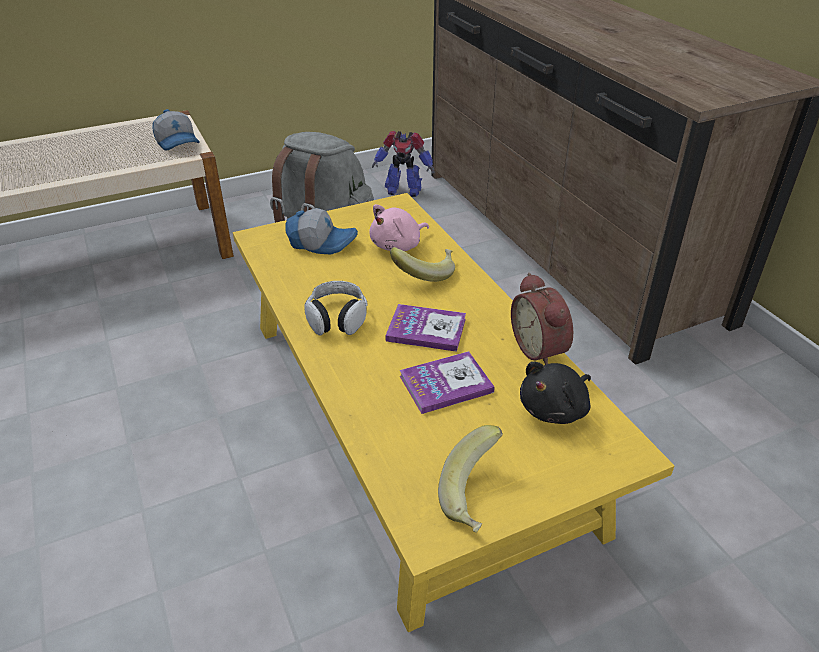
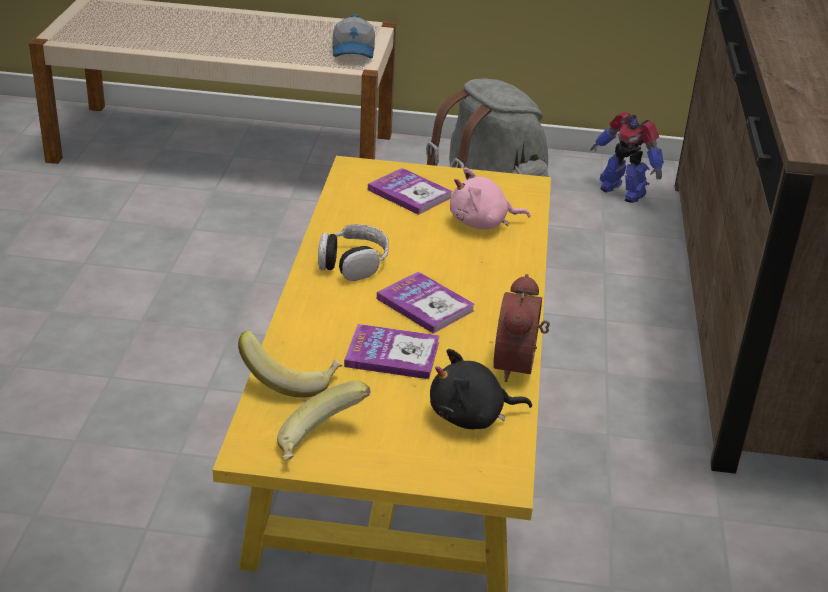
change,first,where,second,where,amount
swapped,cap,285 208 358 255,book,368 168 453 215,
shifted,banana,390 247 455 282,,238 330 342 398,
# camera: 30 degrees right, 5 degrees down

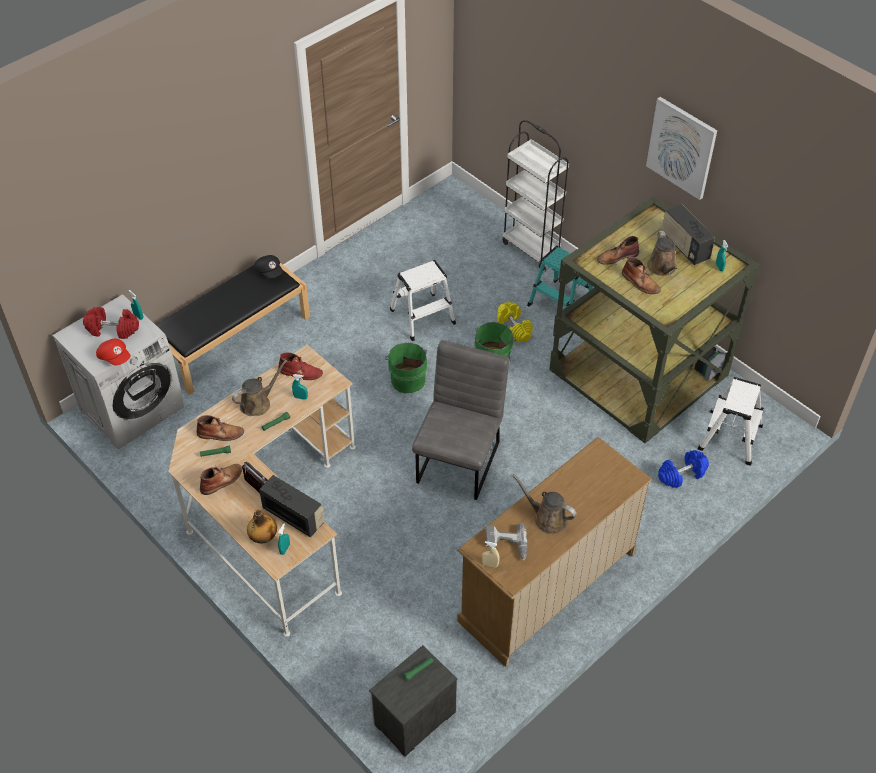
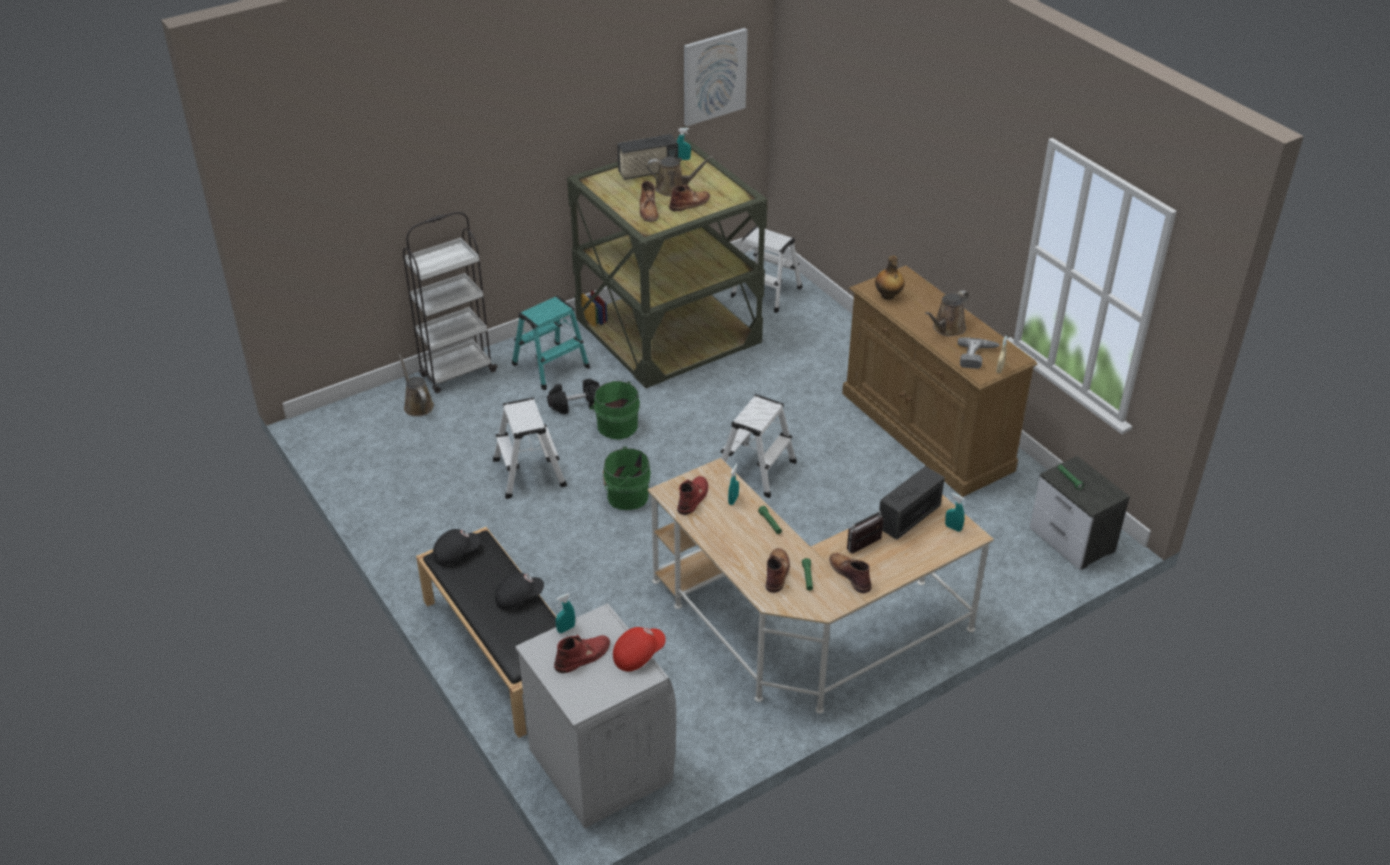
change,first,where,second,where,amount
shifted,picture,646 97 717 200,,684 28 748 126,
repainted,yellow dumbbell,497 302 533 342,black dumbbell,547 378 600 414,
swapped,red dumbbell,83 307 139 339,red boot,554 634 610 673,
swapped,grey chair,412 340 509 500,white step ladder,720 394 797 498,
shifted,brown watering can,232 360 287 416,,399 354 434 417,
gone,blue dumbbell,658 450 709 488,,,
shifted,bottle,247 509 277 543,,875 256 905 300,
new,,,black cap,495 573 544 610,
# camera: 80 degrees left, 10 degrees down

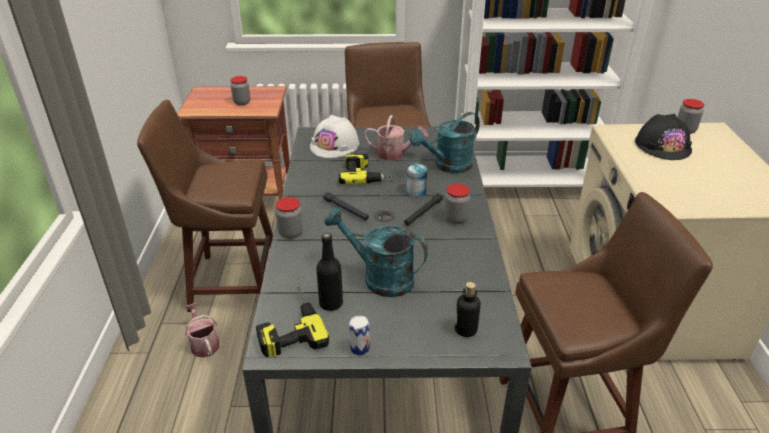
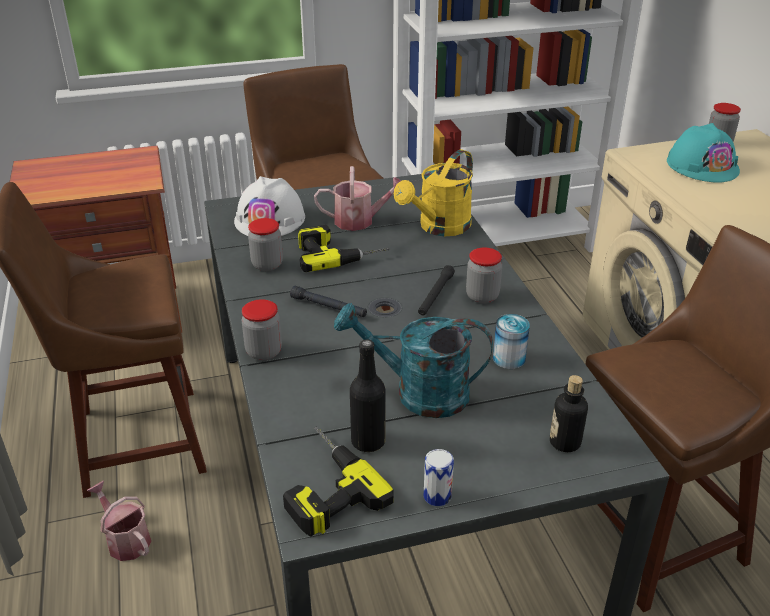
change,first,where,second,where,amount
shifted,jar,230 76 250 105,,248 218 283 271,
repainted,turquoise watering can,410 112 480 173,yellow watering can,394 149 473 236,
repainted,black hard hat,635 114 692 160,turquoise hard hat,667 123 740 183,
shifted,can,406 164 427 197,,493 314 530 369,
# camera: 15 degrees left, 0 degrees up

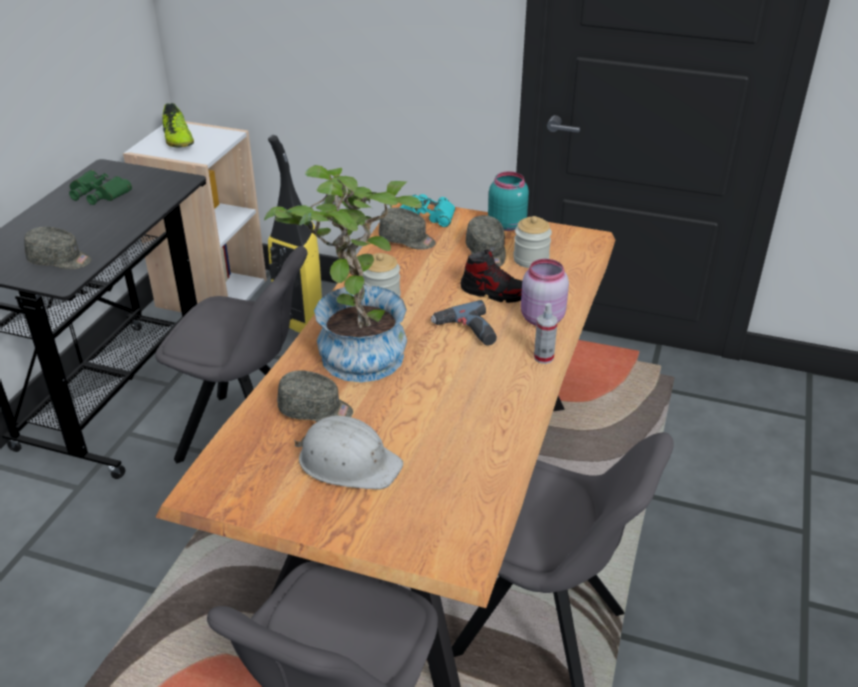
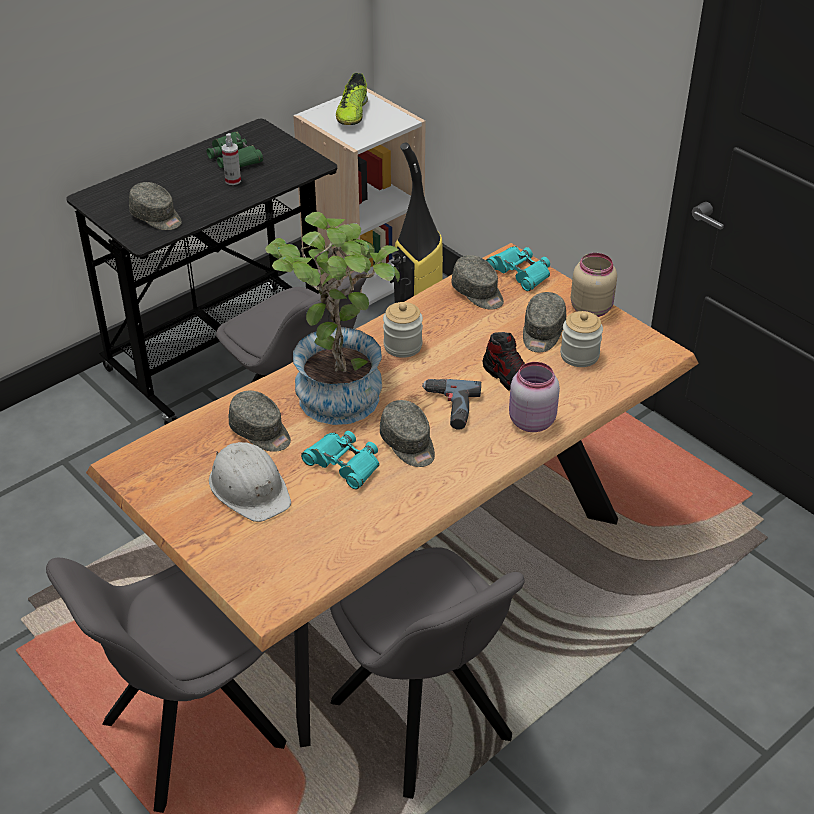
change,first,where,second,where,amount
repainted,turquoise jar,488 171 529 231,beige jar,571 253 617 317,
shifted,spray bottle,534 303 558 364,,222 133 241 185,
new,,,grey cap,380 400 435 467,
new,,,turquoise binoculars,301 431 379 490,
# camera: 30 degrees right, 5 degrees up

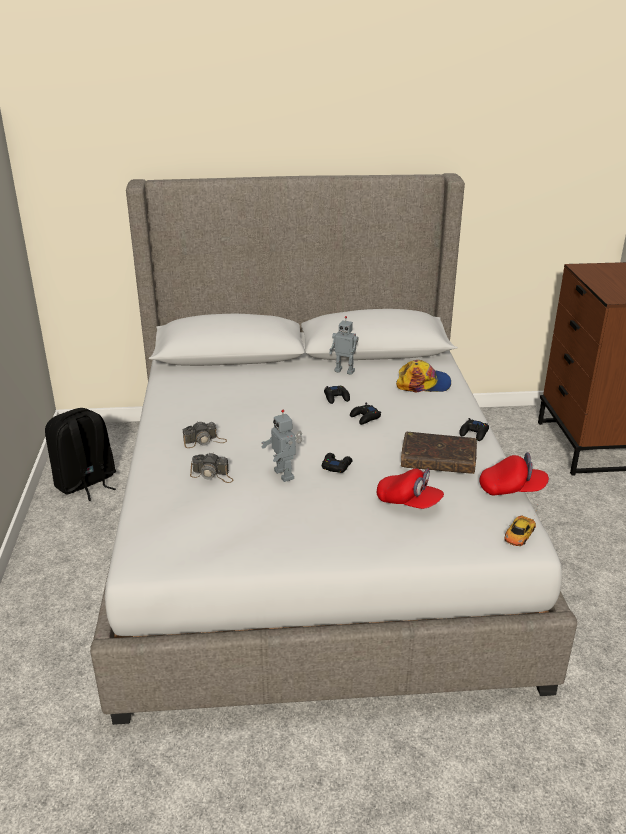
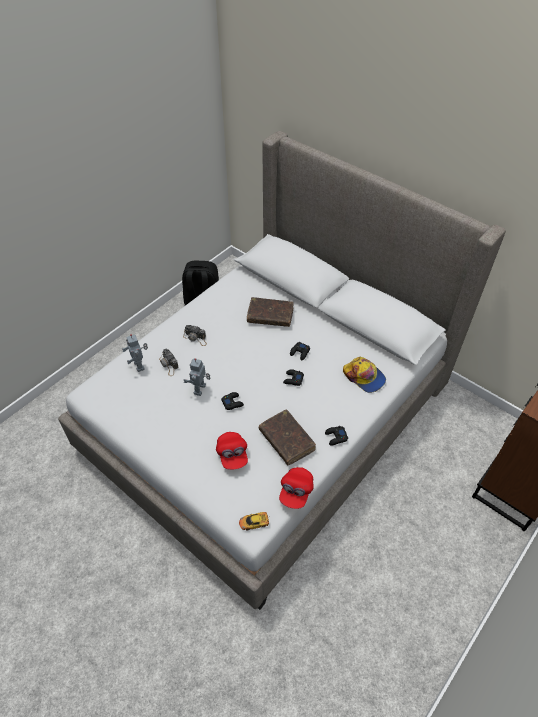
change,first,where,second,where,amount
shifted,toy robot,329 316 359 375,,122 334 148 372,
rotated,red cap,479 452 549 496,,279 467 314 509,60 degrees clockwise
new,,,brown book,247 297 294 327,
# camera: 45 degrees right, 20 degrees up

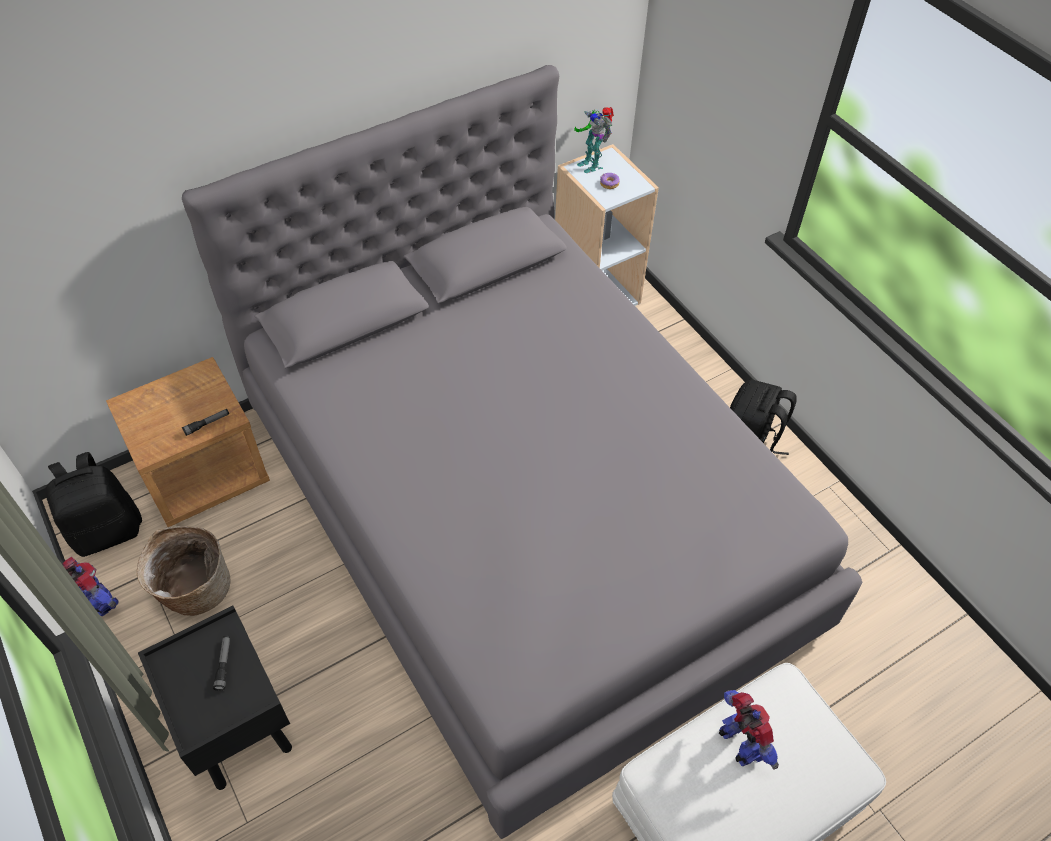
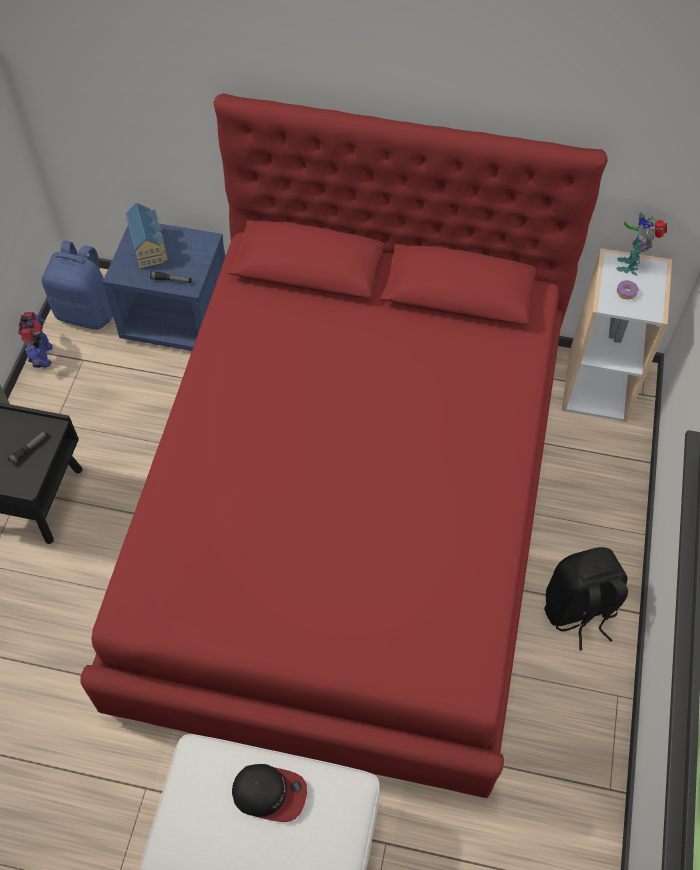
change,first,where,second,where,amount
repainted,grey bed,182 65 862 839,red bed,80 93 607 798,
repainted,brown nightstand,106 357 270 527,blue nightstand,103 224 225 351,
repainted,black backpack,45 452 142 557,blue backpack,41 240 113 330,
gone,basket,137 526 231 616,,,
swapped,toy robot,719 690 779 770,cap,232 764 307 822,
new,,,toy house,126 203 168 270,
# camera: 45 degrees right, 5 degrees up

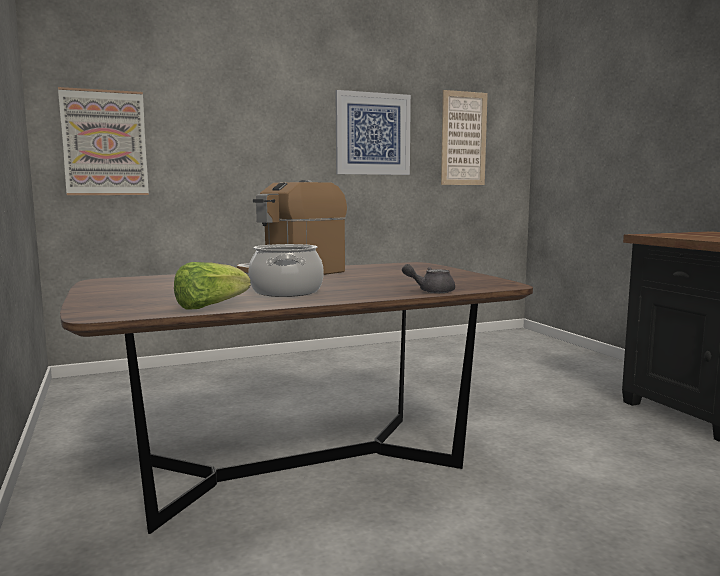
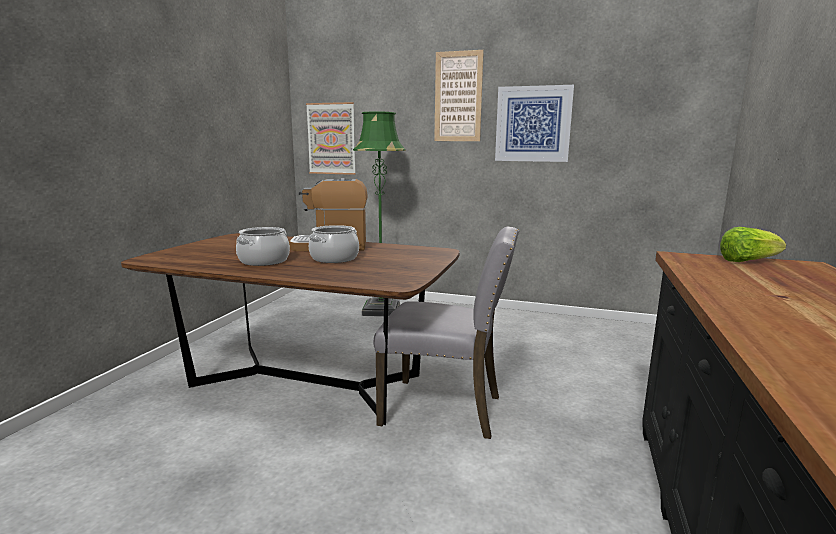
change,first,where,second,where,amount
shifted,picture,441 90 488 185,,434 50 484 141,
shifted,lettuce,174 262 251 309,,720 227 786 262,
gone,grey teapot,402 264 455 293,,,
new,,,green floor lamp,353 111 406 316,
new,,,cooking pot,309 225 359 263,
new,,,grey chair,373 227 519 439,
# camera: 40 degrees right, 5 degrees up

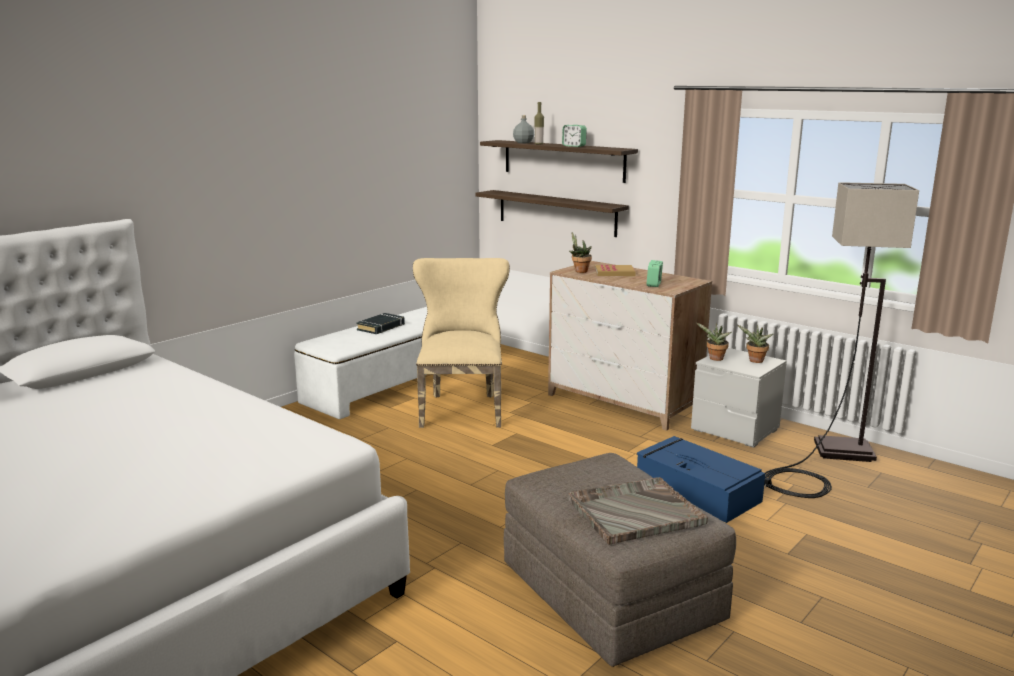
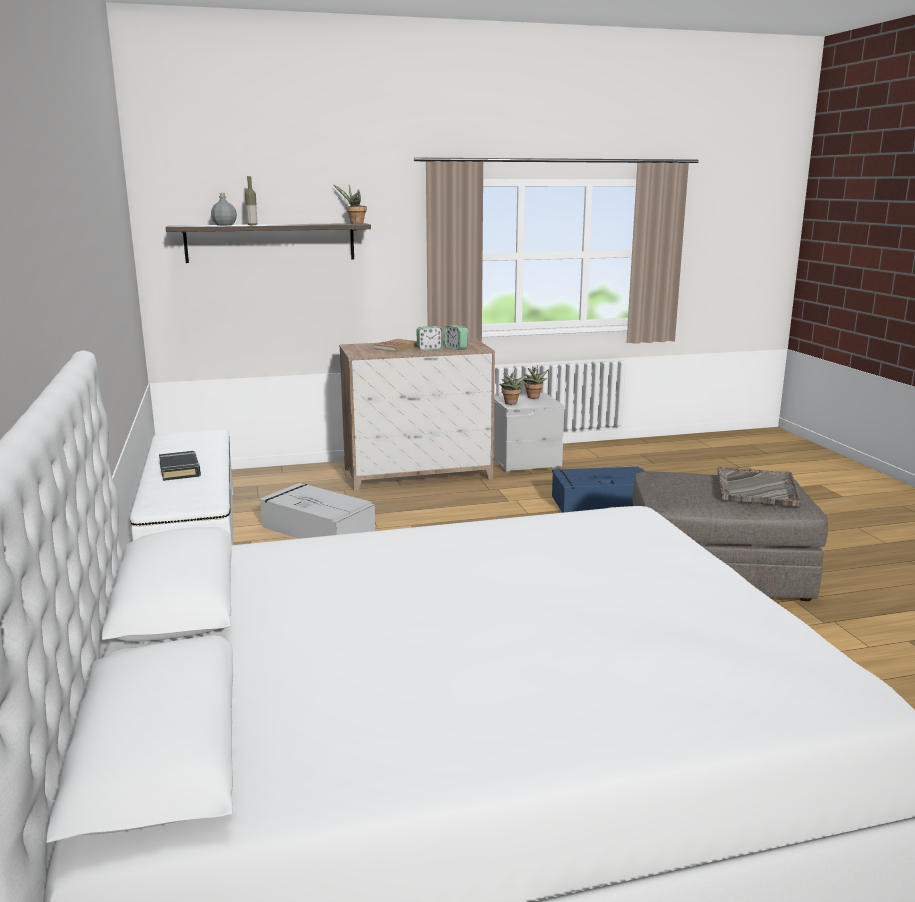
change,first,where,second,where,amount
shifted,alarm clock,562 125 587 147,,416 326 443 350,
gone,floor lamp,764 182 919 498,,,
gone,shelf,475 190 629 237,,,
shifted,potted plant,569 232 592 273,,334 185 367 224,
swapped,beige chair,413 258 510 428,grey storage box,259 483 375 539,
# camera: 55 degrees left, 0 degrees up

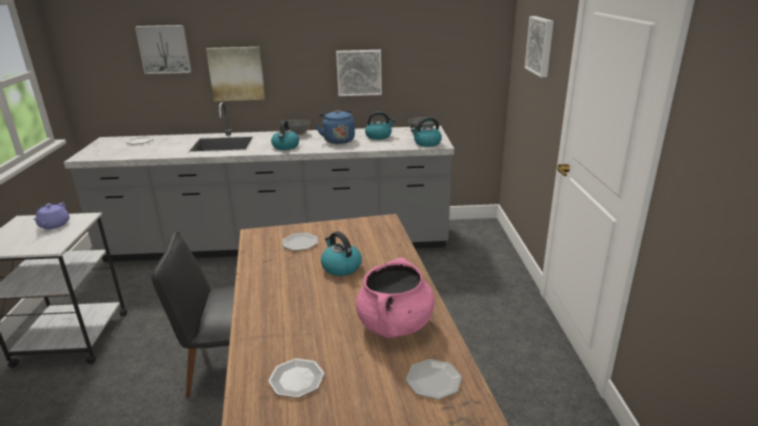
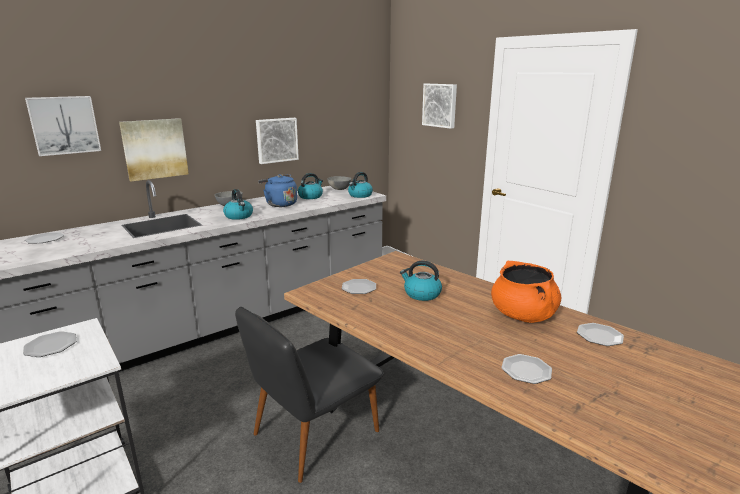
change,first,where,second,where,amount
swapped,purple teapot,33 202 70 229,plate,23 331 76 357,
repainted,pink cooking pot,356 257 435 338,orange cooking pot,491 261 561 323,
# camera: 35 degrees left, 5 degrees down

